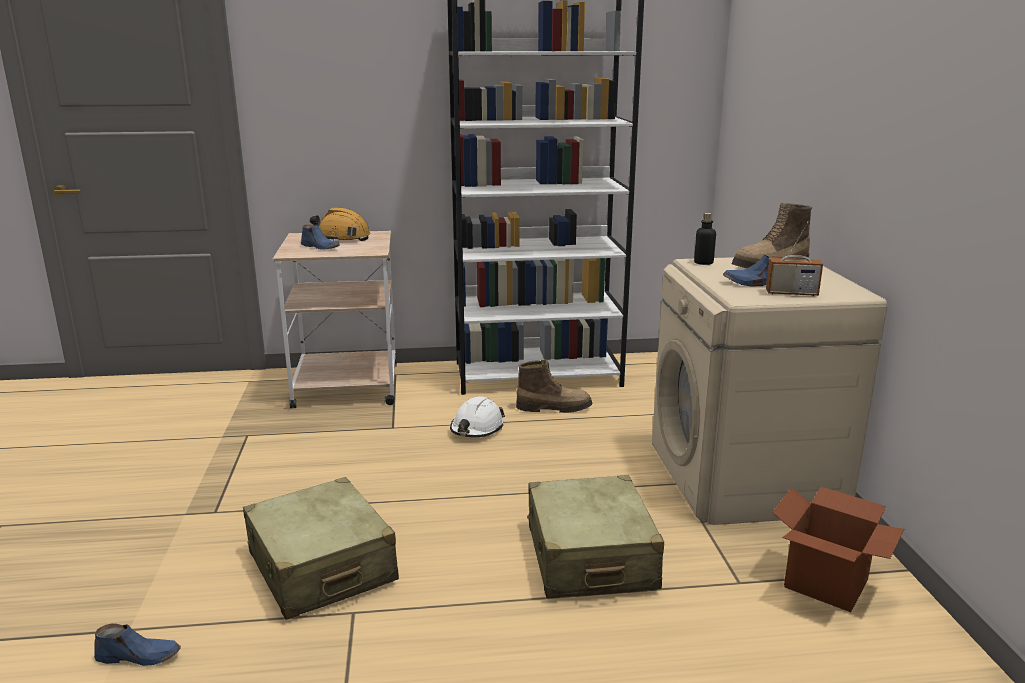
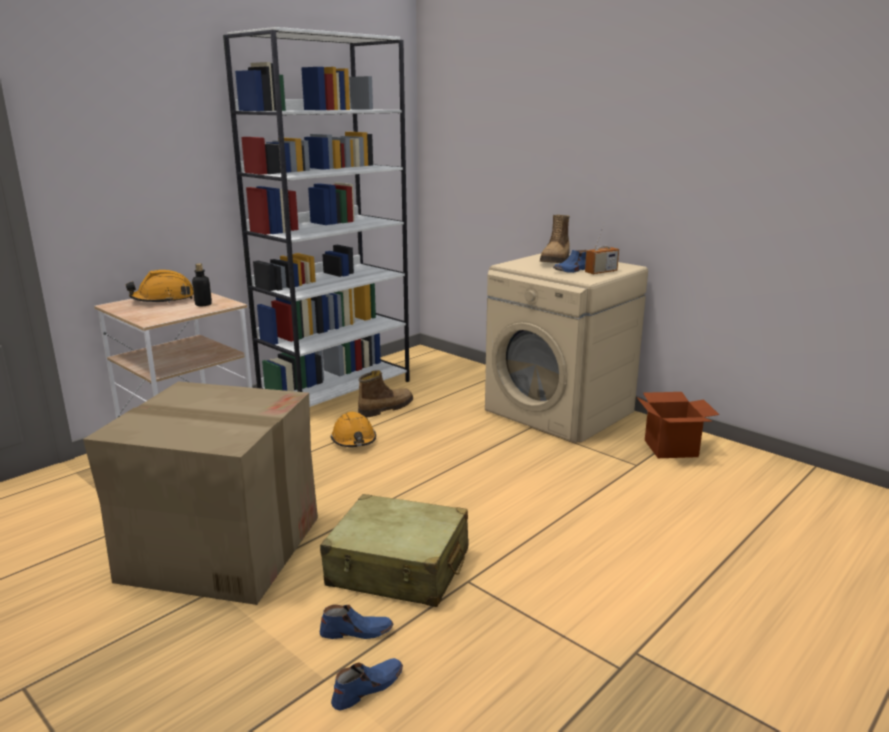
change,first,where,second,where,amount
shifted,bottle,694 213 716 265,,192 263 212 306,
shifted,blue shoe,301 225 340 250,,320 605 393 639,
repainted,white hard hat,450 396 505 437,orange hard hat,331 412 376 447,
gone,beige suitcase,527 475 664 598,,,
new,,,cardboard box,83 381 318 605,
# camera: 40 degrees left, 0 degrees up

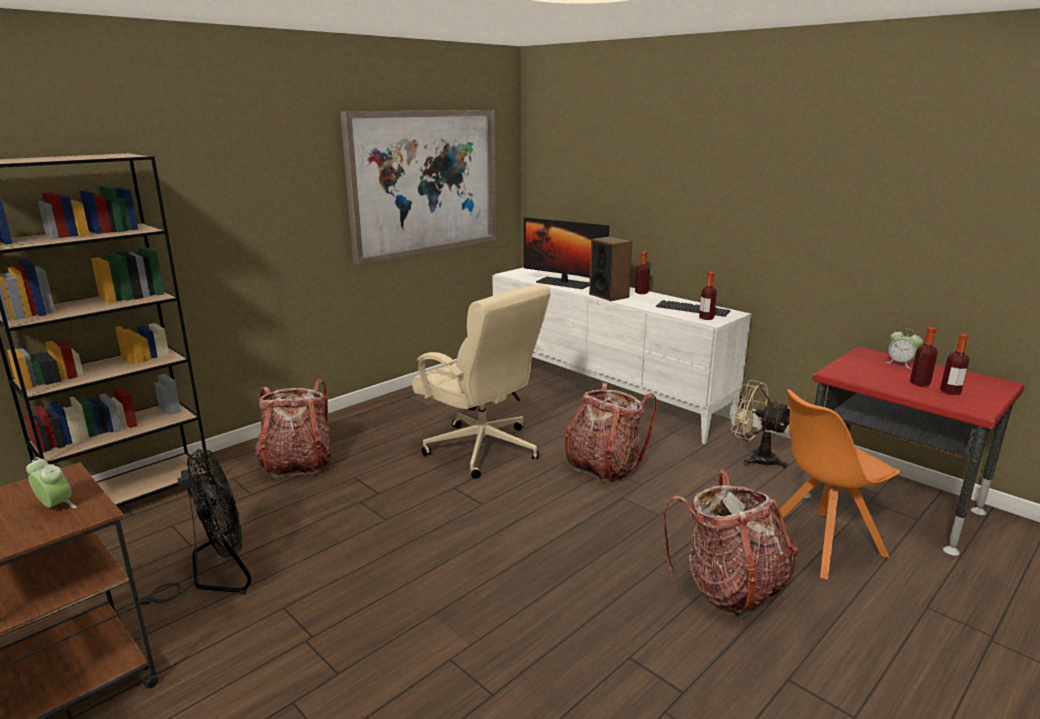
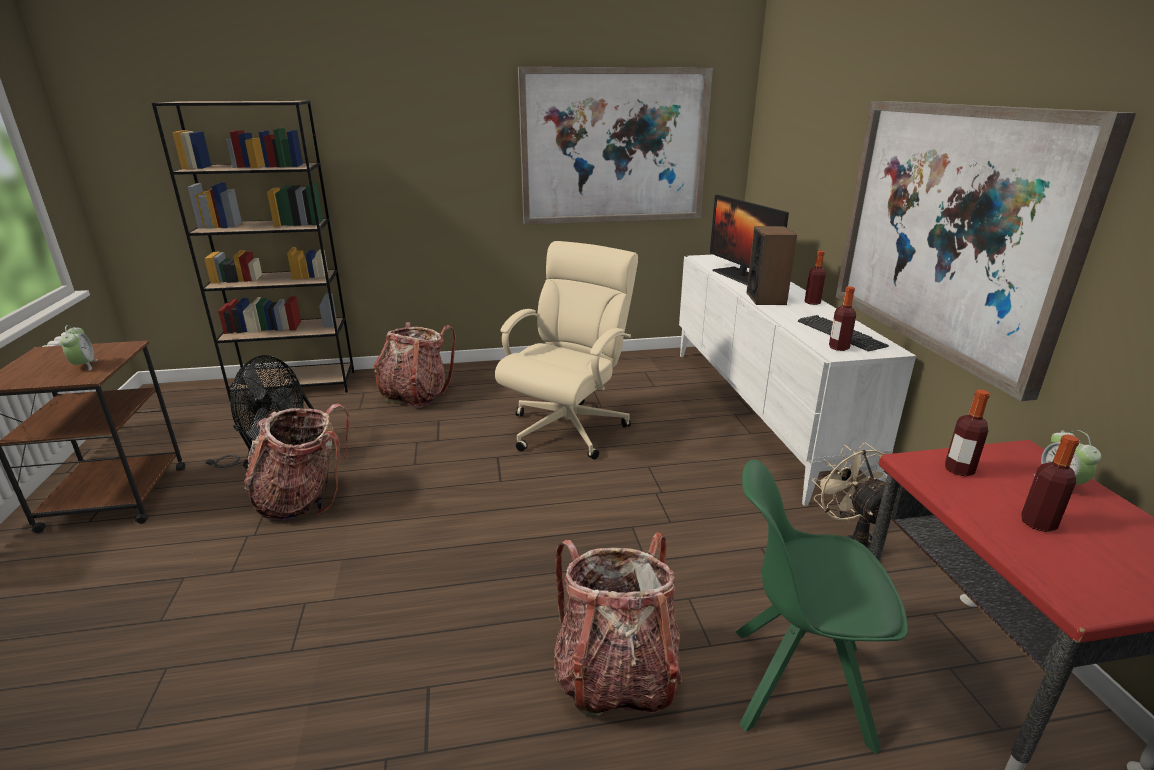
change,first,where,second,where,amount
rotated,beige office chair,412 284 550 479,,495 241 638 459,135 degrees counterclockwise
shifted,bottle,940 334 969 395,,945 389 989 477,
shifted,backpack,565 383 658 483,,243 404 349 521,
repainted,orange chair,780 389 901 580,green chair,735 459 908 754,
new,,,picture,836 101 1136 401,
# camera: 35 degrees right, 5 degrees up

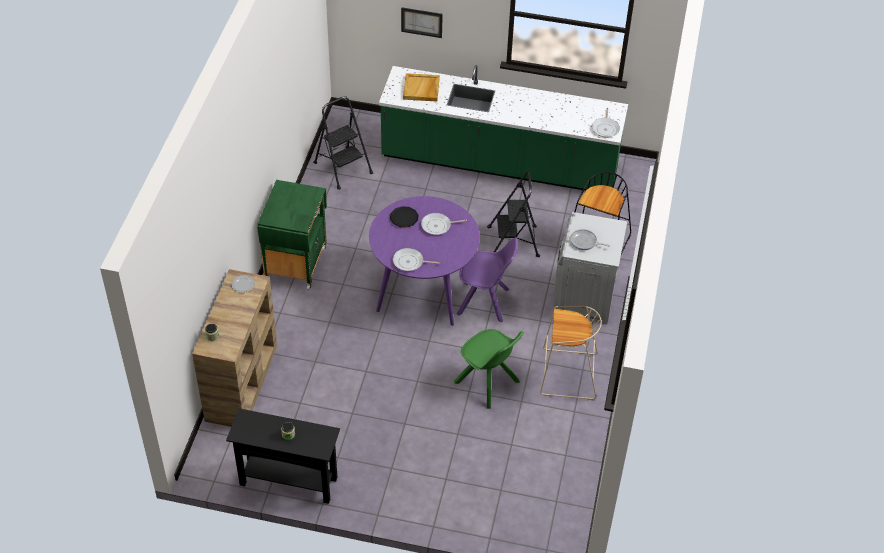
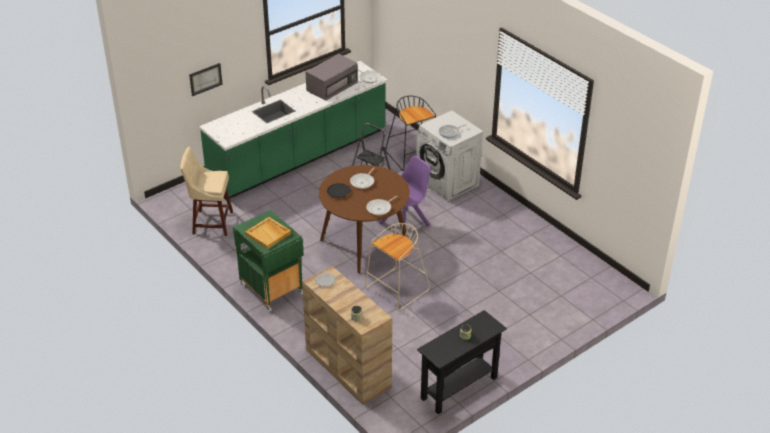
change,first,where,second,where,amount
shifted,beige tray,403 73 440 102,,245 217 291 249,
swapped,black step ladder,313 96 373 190,beige chair,180 147 233 236,
repainted,purple dining table,369 196 480 326,brown dining table,319 165 410 273,
shifted,beige stool,540 306 602 400,,365 223 430 310,
gone,green chair,454 329 524 409,,,
new,,,grey microwave,306 54 358 101,
# camera: 50 degrees left, 10 degrees down

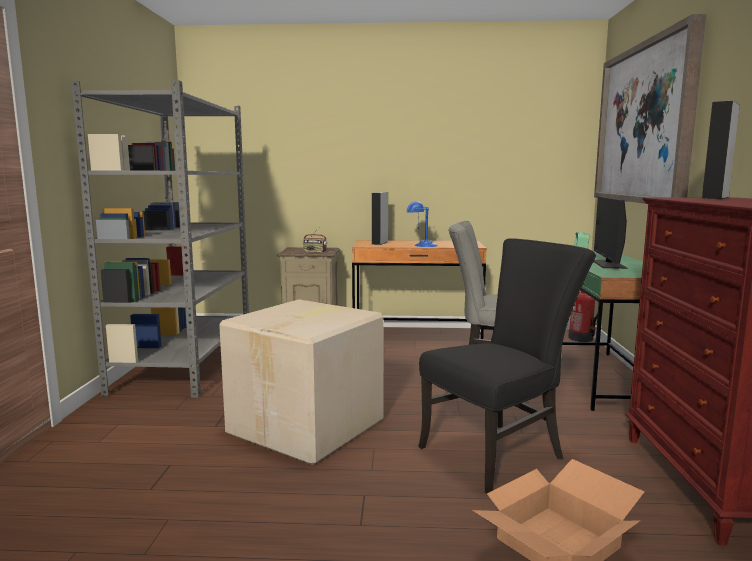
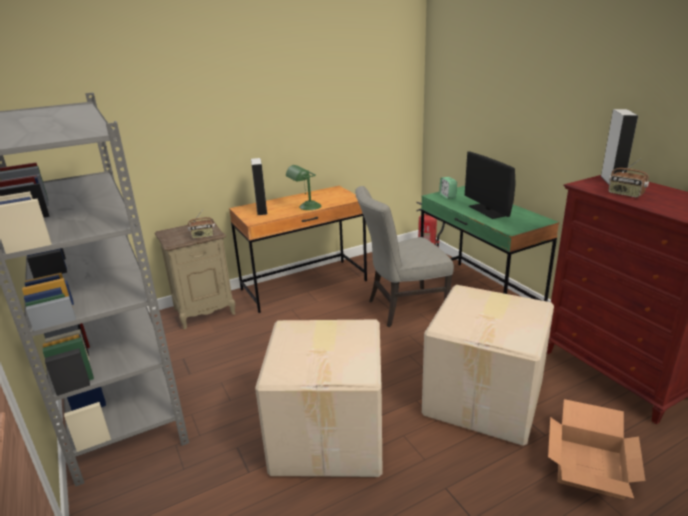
change,first,where,second,where,amount
gone,picture,594 14 706 204,,,
repainted,blue table lamp,406 201 438 247,green table lamp,286 165 321 210,
swapped,black chair,418 238 596 494,cardboard box,422 285 554 446,
new,,,radio,608 159 649 198,
# camera: 30 degrees left, 15 degrees up

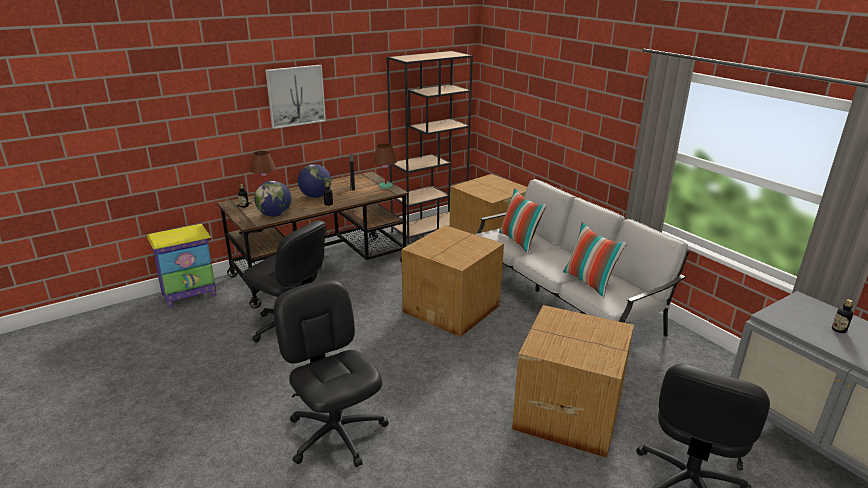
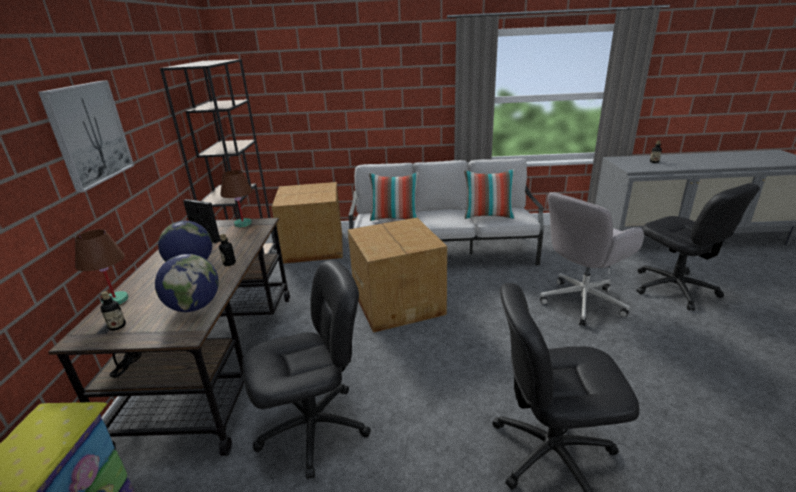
change,first,where,second,where,amount
swapped,cardboard box,512 305 634 458,grey office chair,540 192 644 326,
# camera: 55 degrees left, 0 degrees up

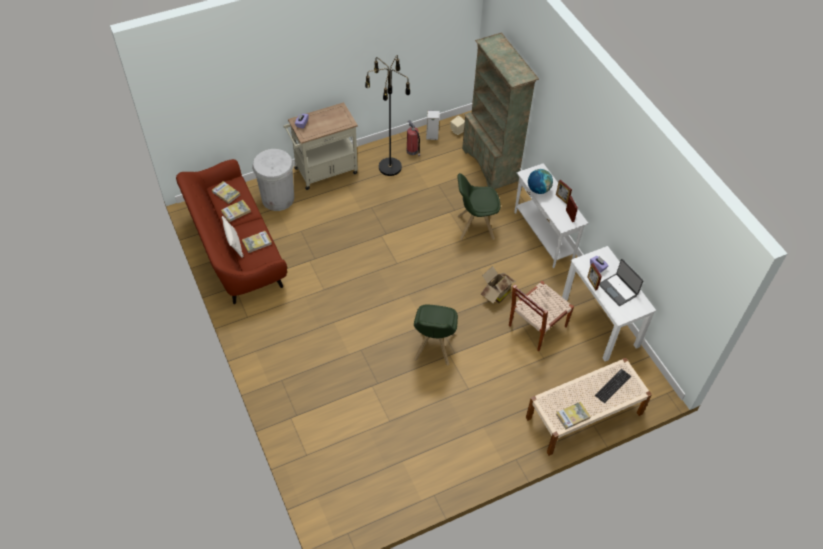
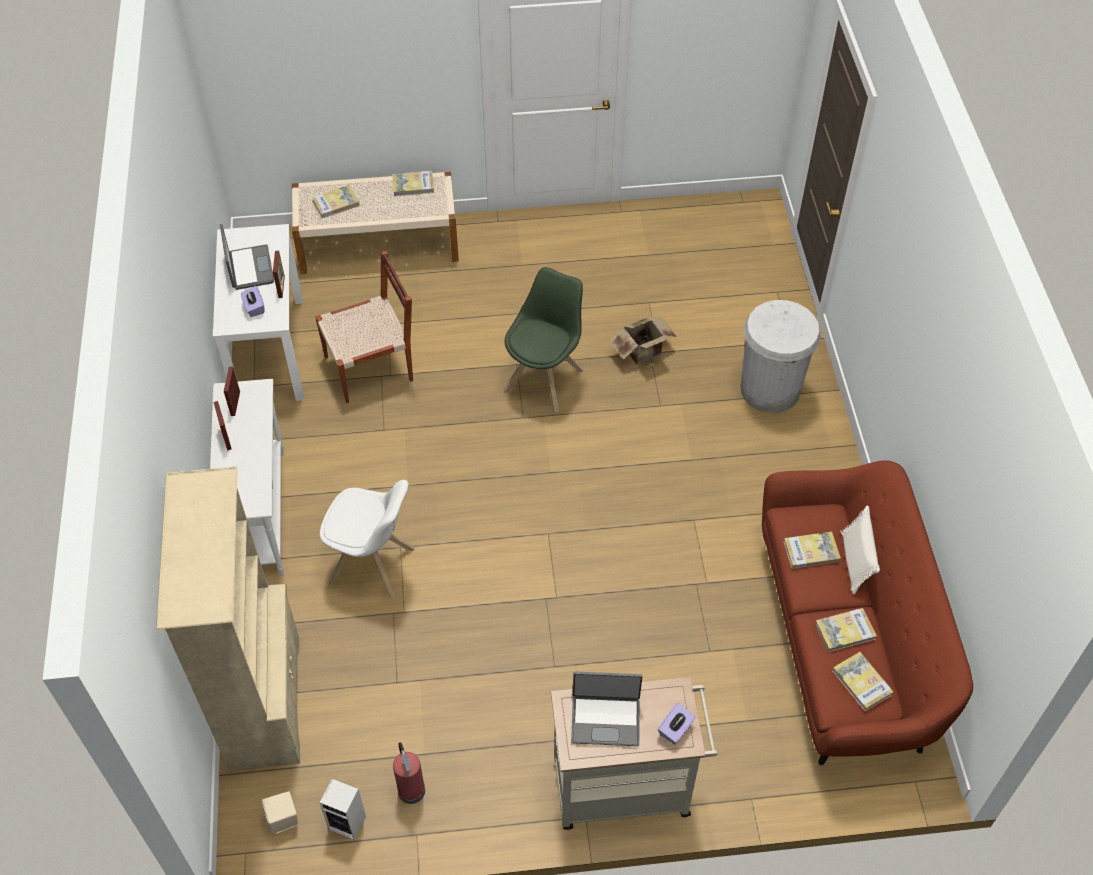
change,first,where,second,where,amount
repainted,green bookcase,462 32 539 189,beige bookcase,156 466 300 771,
gone,floor lamp,365 55 410 176,,,
shifted,white trash can,252 149 294 211,,740 300 821 413,
gone,globe,528 169 553 194,,,
repainted,green chair,457 173 500 240,white chair,320 480 415 600,
shifted,cardboard box,481 266 516 303,,610 317 677 365,
swapped,keyboard,595 369 631 403,book,312 185 360 218,
new,,,laptop,571 672 642 746,
# camera: 160 degrees left, 0 degrees up

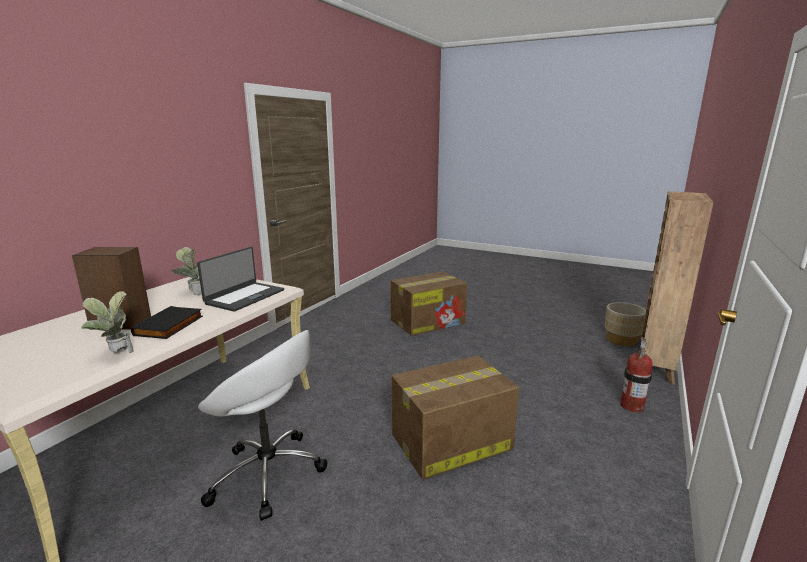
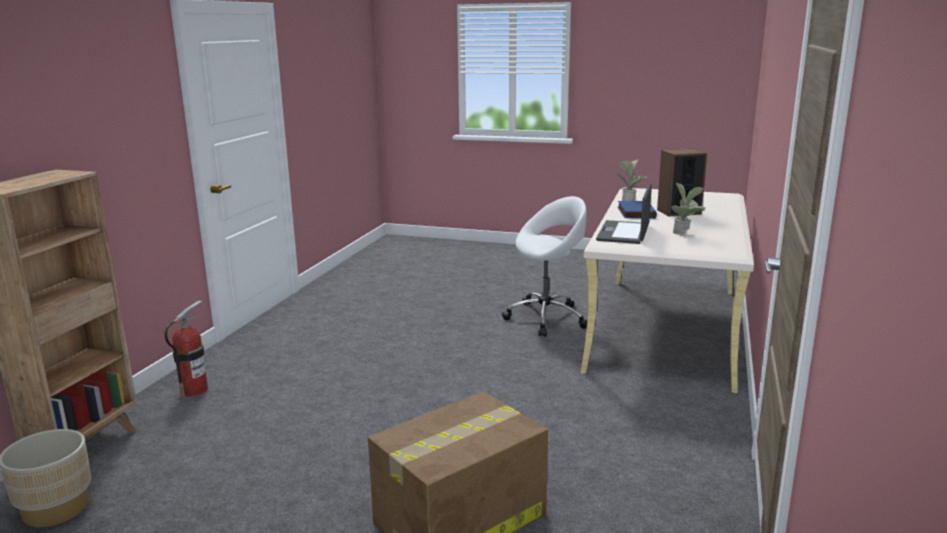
change,first,where,second,where,amount
repainted,black book,131 306 203 339,blue book,618 201 657 219,
rotated,white office chair,198 330 328 521,,502 196 587 337,150 degrees clockwise
gone,cardboard box,392 355 519 480,,,
# camera: 170 degrees right, 0 degrees up

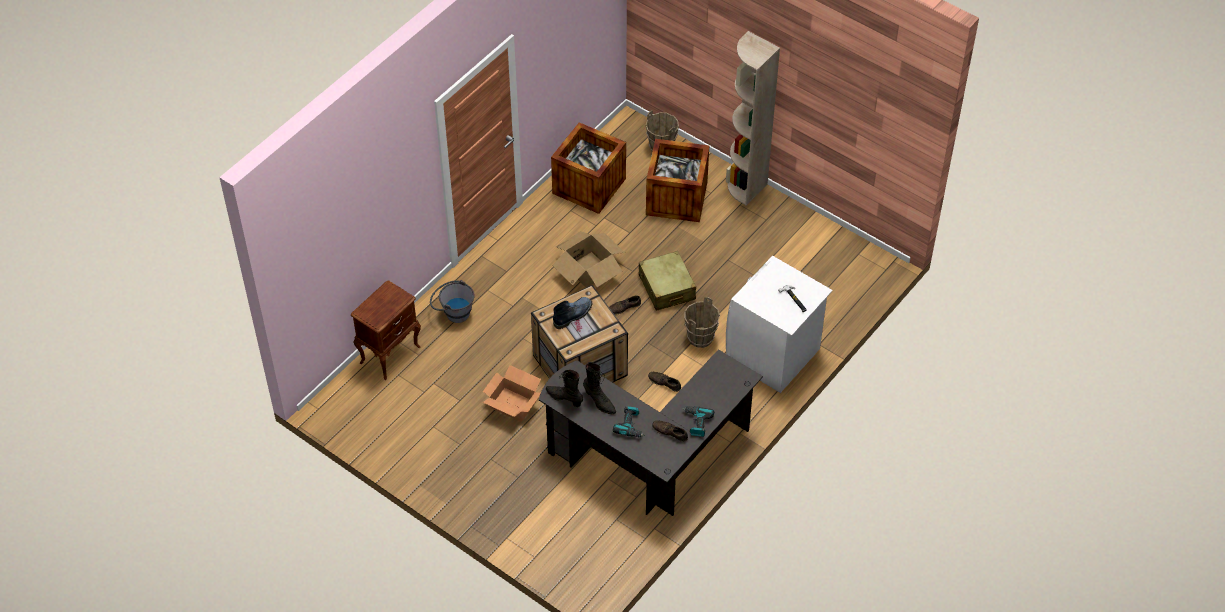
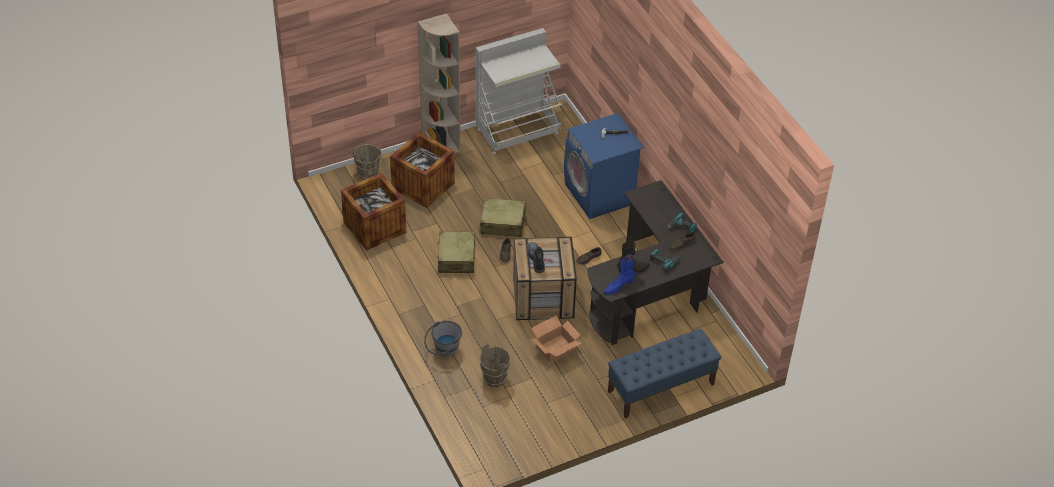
change,first,where,second,where,amount
swapped,cardboard box,552 231 625 288,beige suitcase,437 232 475 273,
repainted,white washing machine,726 256 833 393,blue washing machine,564 113 644 219,
gone,brown nightstand,351 281 421 381,,,
shifted,brown bucket,684 297 720 348,,480 344 511 387,
repainted,black boot,546 370 583 407,blue boot,603 254 635 294,
new,,,white shoe rack,476 28 563 154,
new,,,blue bench,608 328 721 419,
# camera: 65 degrees left, 5 degrees down

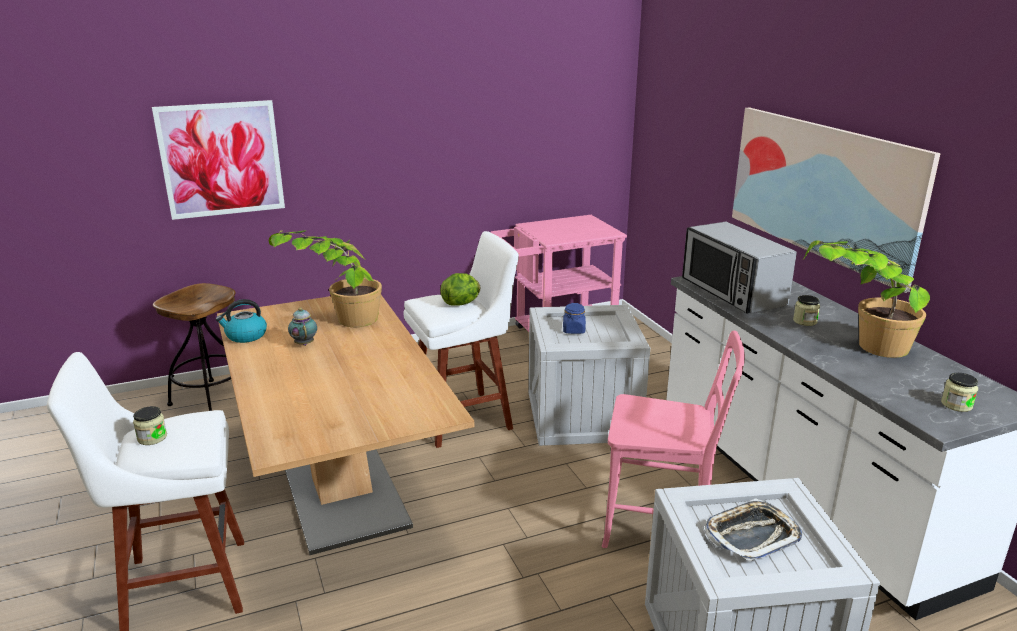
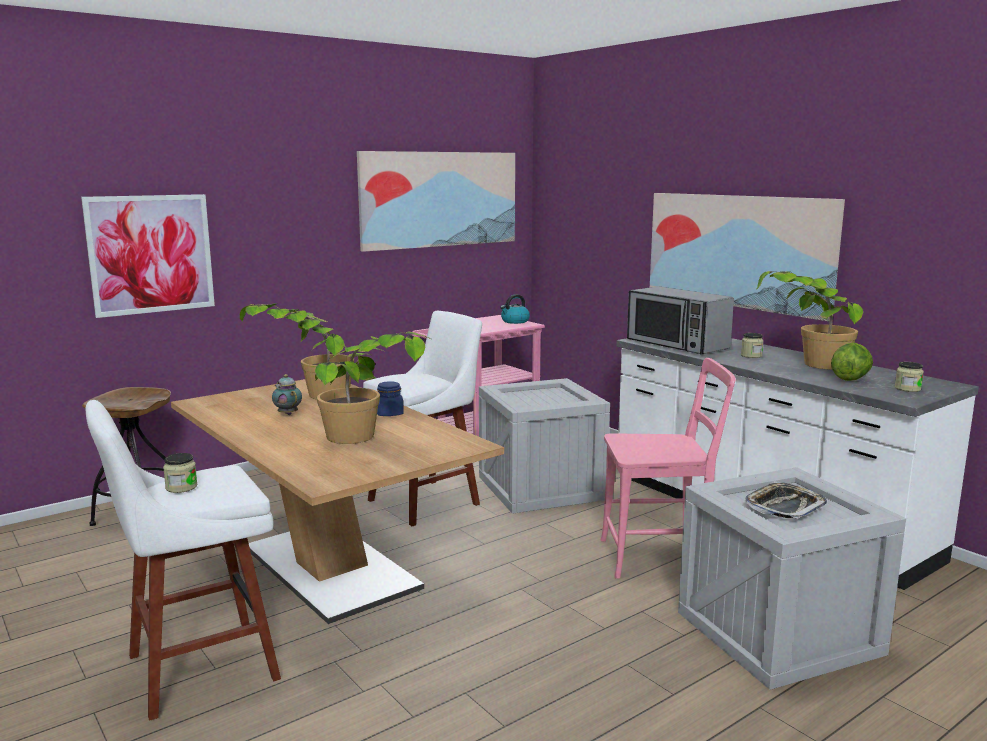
change,first,where,second,where,amount
shifted,lettuce,440 273 480 306,,831 343 873 381,
shifted,kettle,216 299 267 343,,500 294 530 324,
shifted,blue jar,563 303 586 334,,377 381 404 416,
new,,,picture,357 151 515 252,
new,,,potted plant,315 331 431 444,
# camera: 15 degrees left, 10 degrees down

